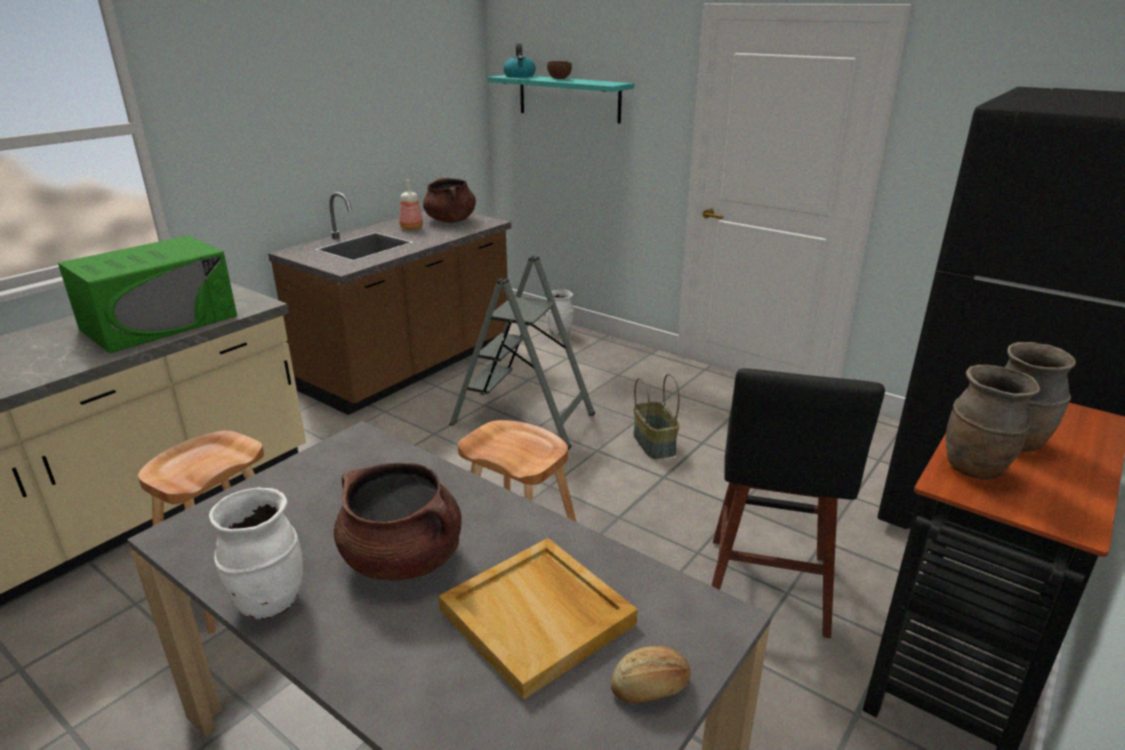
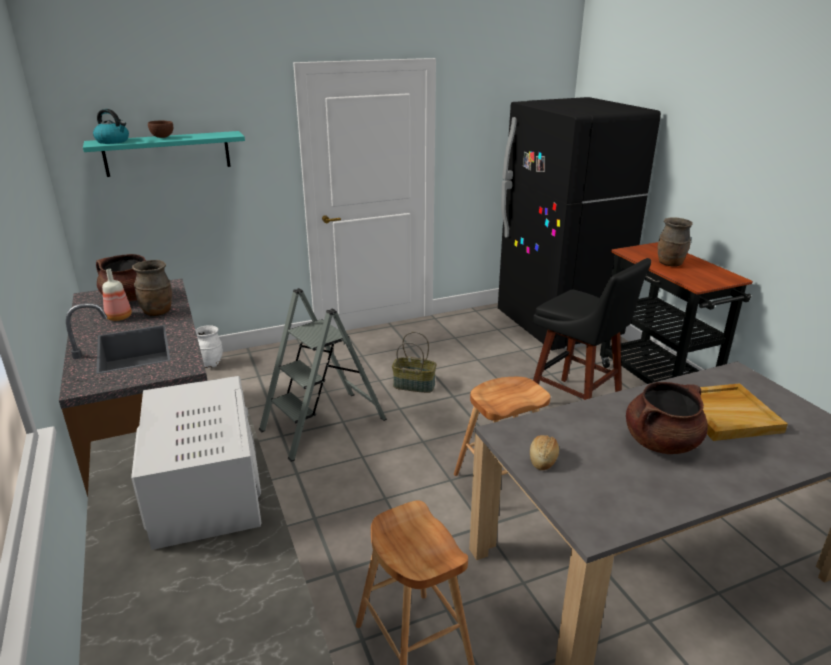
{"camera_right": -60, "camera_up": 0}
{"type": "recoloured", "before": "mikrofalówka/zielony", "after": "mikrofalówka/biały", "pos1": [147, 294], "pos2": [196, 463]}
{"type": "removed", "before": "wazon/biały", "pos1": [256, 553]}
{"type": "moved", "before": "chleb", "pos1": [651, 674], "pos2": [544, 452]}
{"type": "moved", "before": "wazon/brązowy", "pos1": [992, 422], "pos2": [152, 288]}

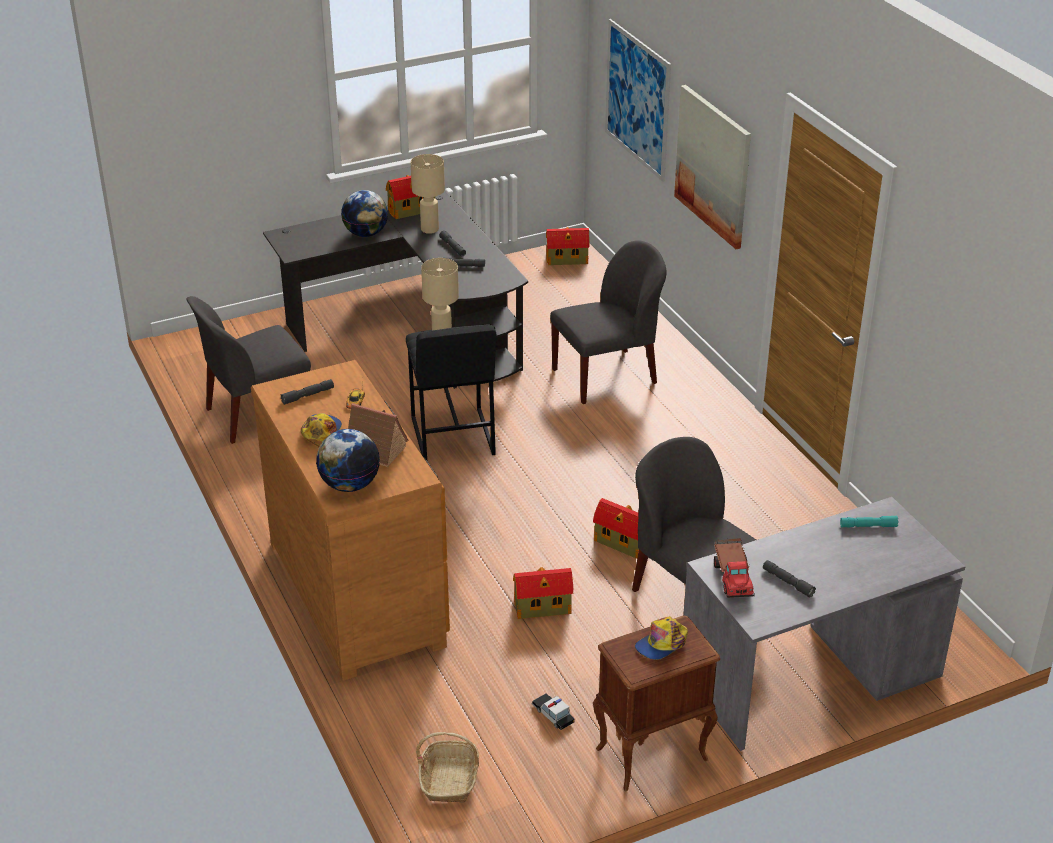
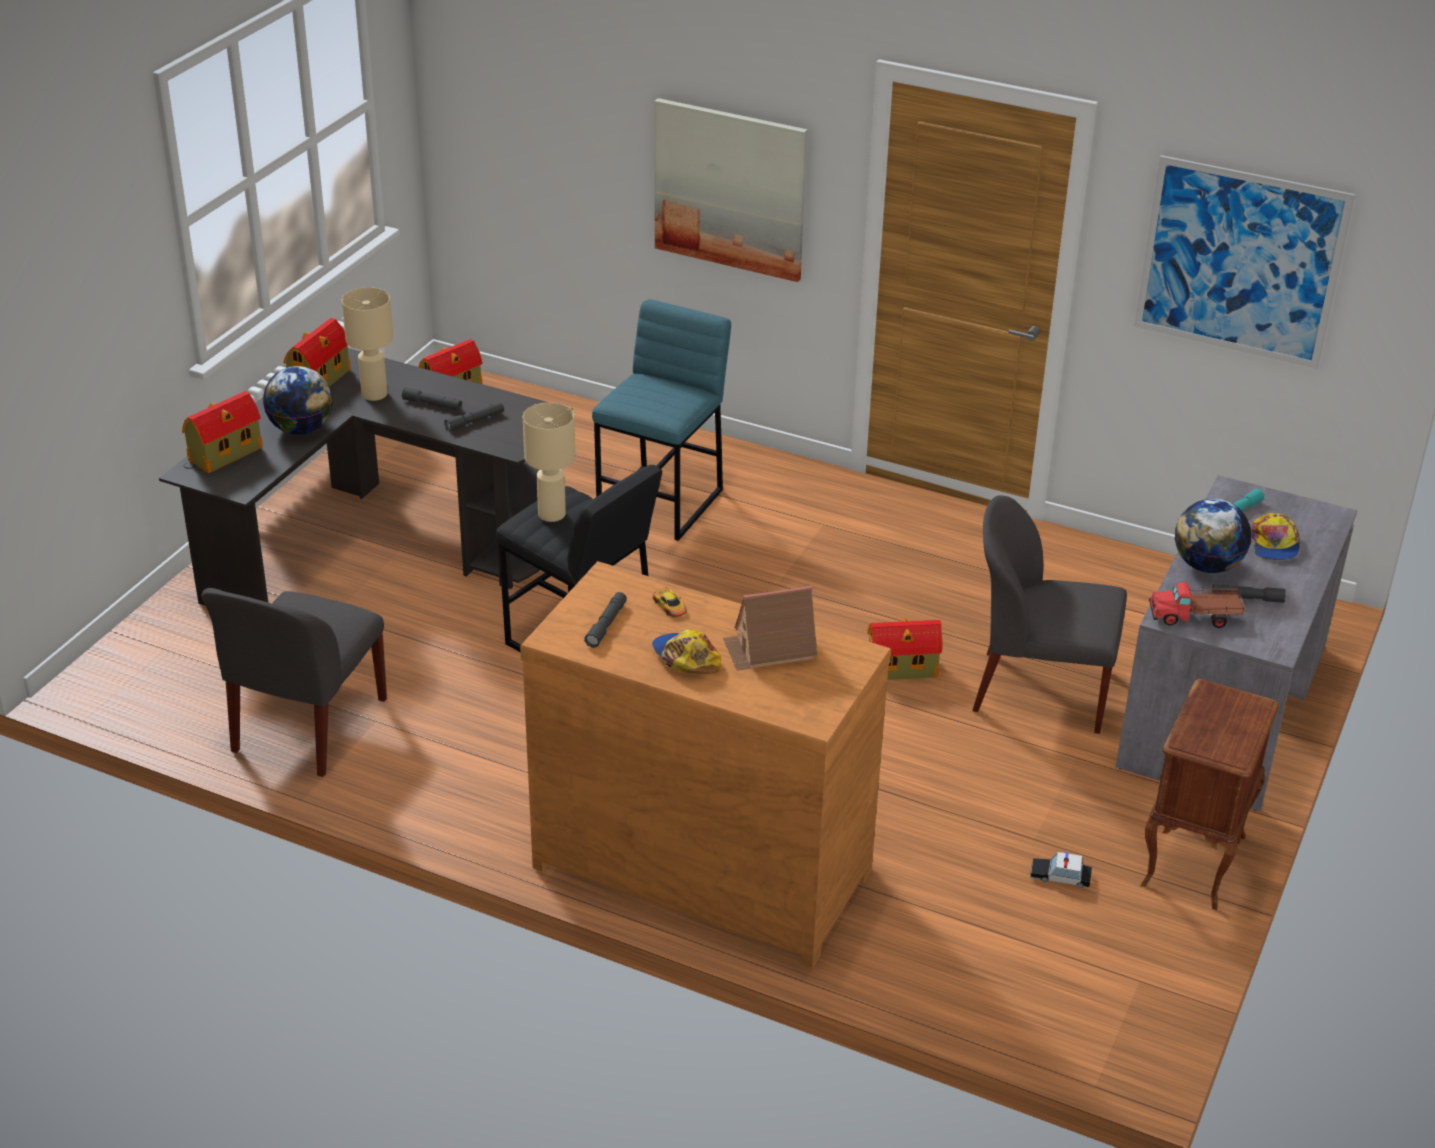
{"camera_right": -40, "camera_up": 0}
{"type": "moved", "before": "globus", "pos1": [348, 460], "pos2": [1213, 535]}
{"type": "removed", "before": "koszyk", "pos1": [447, 767]}
{"type": "moved", "before": "domek", "pos1": [543, 593], "pos2": [222, 432]}
{"type": "replaced", "before": "krzesło/szary", "after": "stołek/niebieski", "pos1": [608, 322], "pos2": [661, 420]}
{"type": "moved", "before": "obraz", "pos1": [638, 100], "pos2": [1244, 262]}
{"type": "moved", "before": "czapka z daszkiem", "pos1": [661, 638], "pos2": [1276, 536]}
{"type": "turned", "before": "ciężarówka zabawkowa", "pos1": [734, 568], "pos2": [1197, 605], "turn": 135}

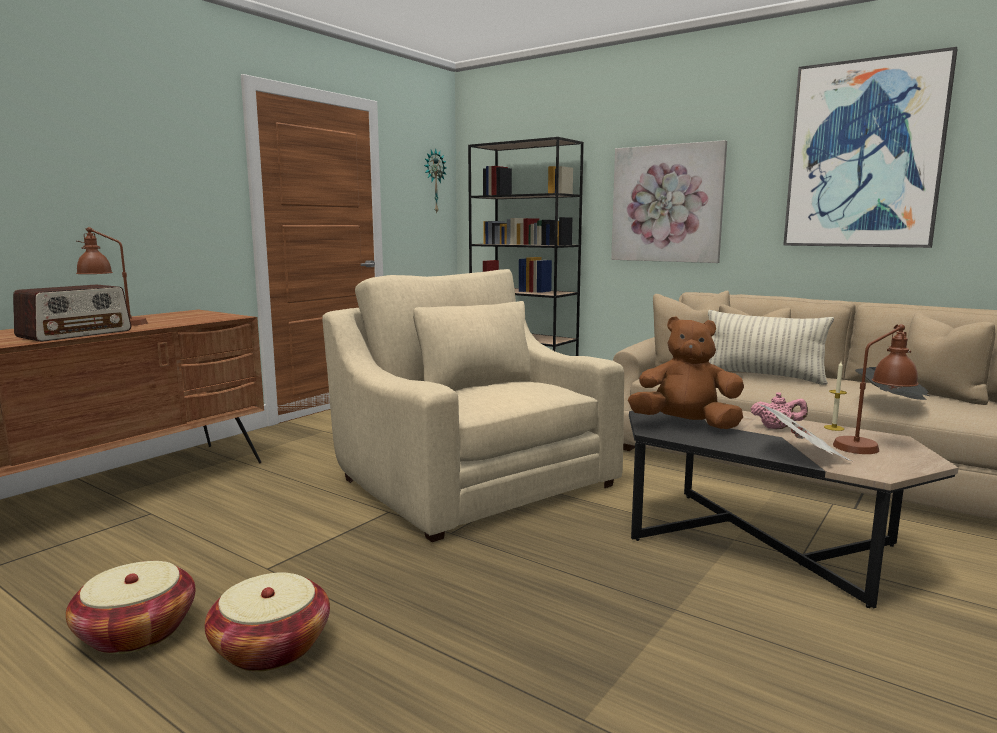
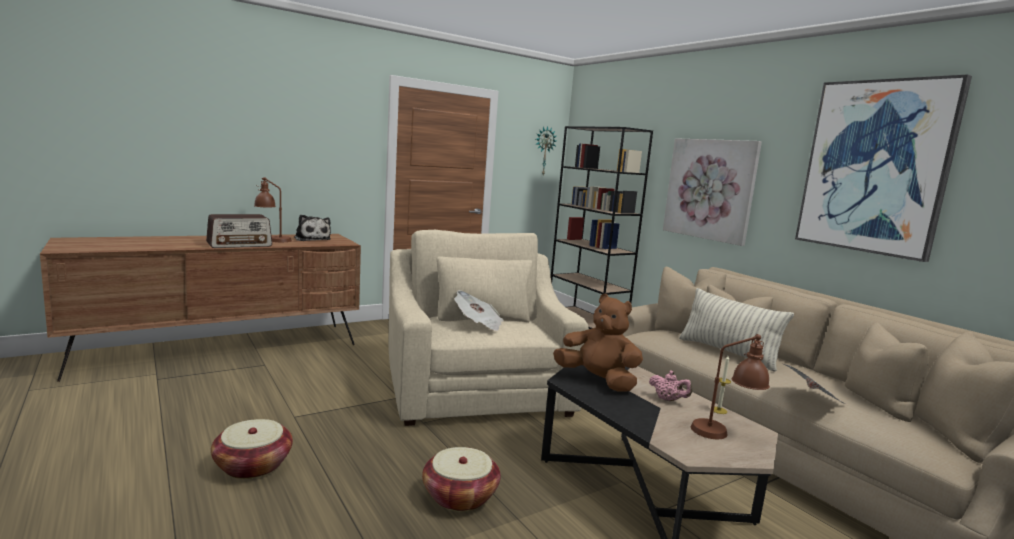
{"camera_right": 20, "camera_up": 0}
{"type": "moved", "before": "koszyk", "pos1": [130, 607], "pos2": [461, 479]}
{"type": "moved", "before": "gazeta", "pos1": [805, 432], "pos2": [478, 310]}
{"type": "added", "after": "pluszak", "pos2": [312, 227]}

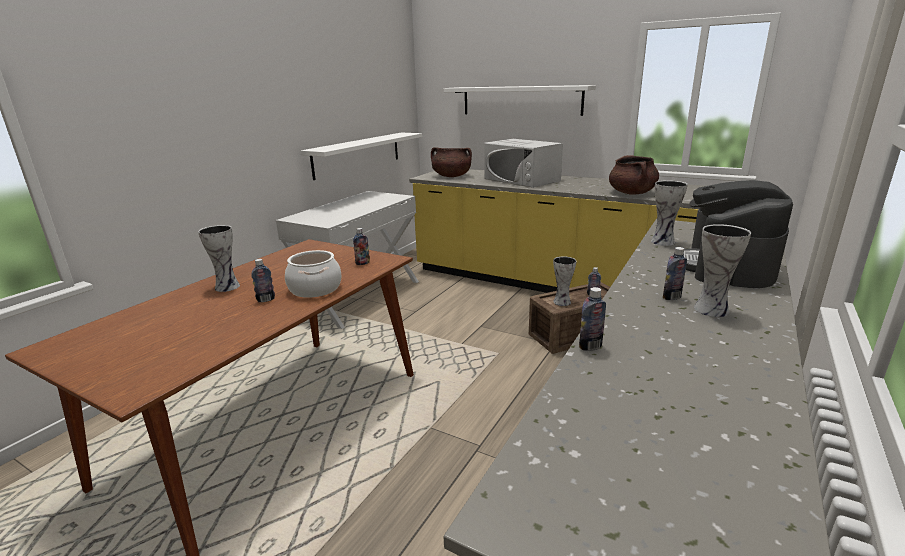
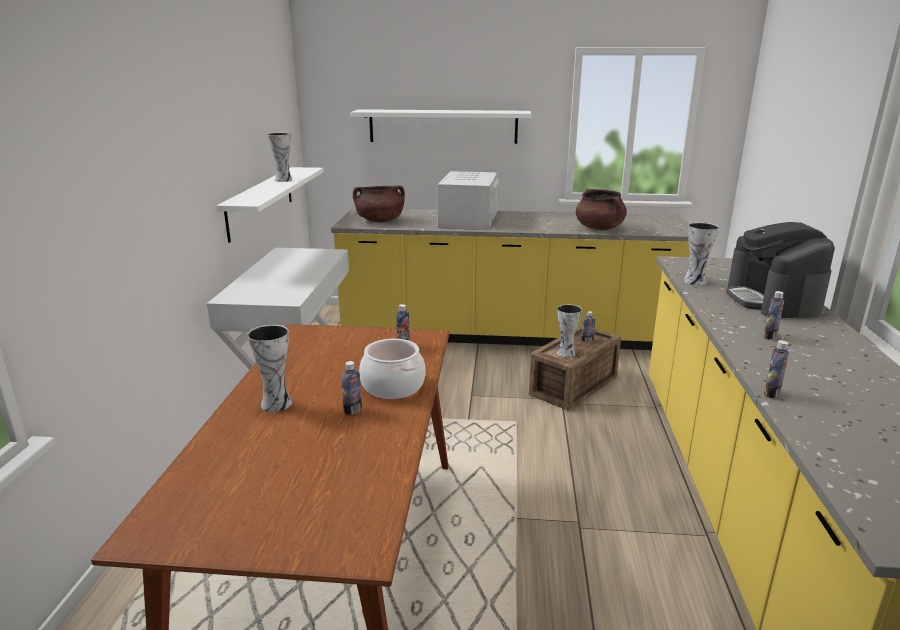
{"camera_right": -25, "camera_up": 0}
{"type": "turned", "before": "mikrofalówka/biały", "pos1": [523, 163], "pos2": [468, 200], "turn": 75}
{"type": "moved", "before": "wazon", "pos1": [722, 270], "pos2": [280, 157]}

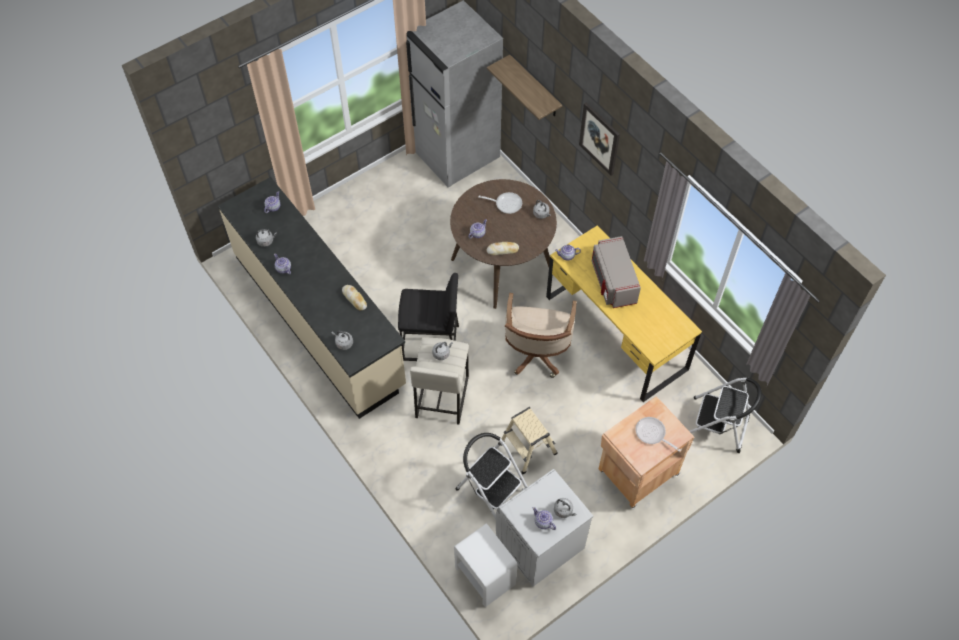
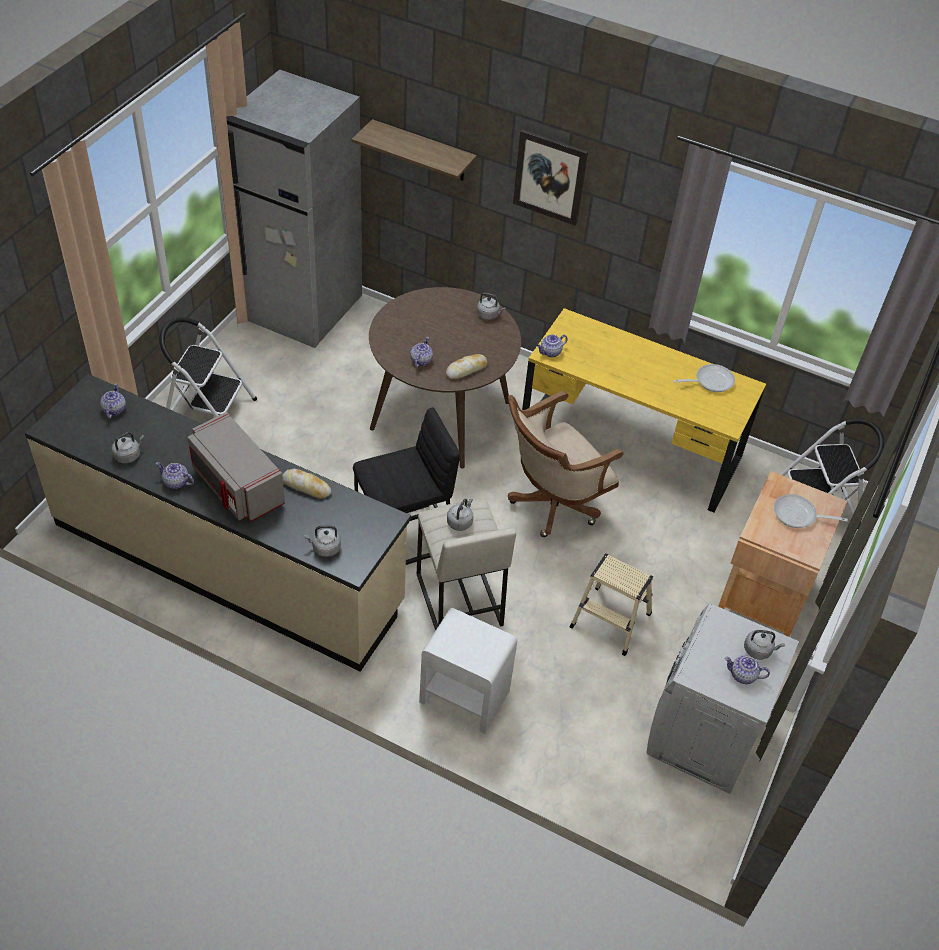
{"camera_right": -30, "camera_up": -10}
{"type": "moved", "before": "szafka nocna/biały", "pos1": [486, 565], "pos2": [468, 671]}
{"type": "moved", "before": "drabinka", "pos1": [492, 476], "pos2": [208, 367]}
{"type": "moved", "before": "patelnia", "pos1": [500, 203], "pos2": [704, 378]}
{"type": "turned", "before": "krzesło biurowe", "pos1": [541, 335], "pos2": [565, 464], "turn": 75}
{"type": "moved", "before": "mikrofalówka/szary", "pos1": [616, 272], "pos2": [236, 467]}

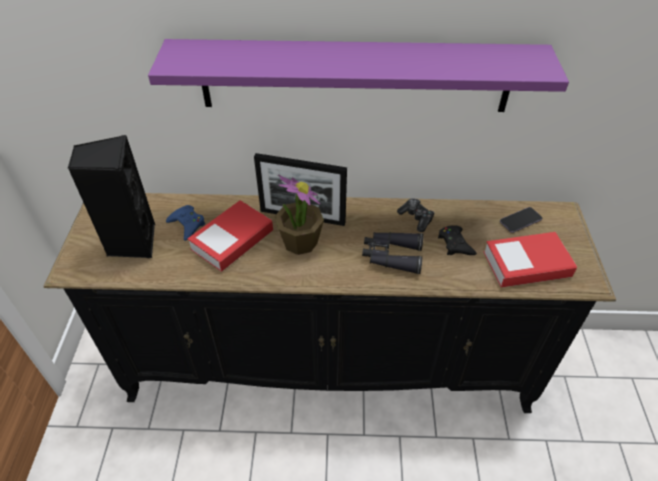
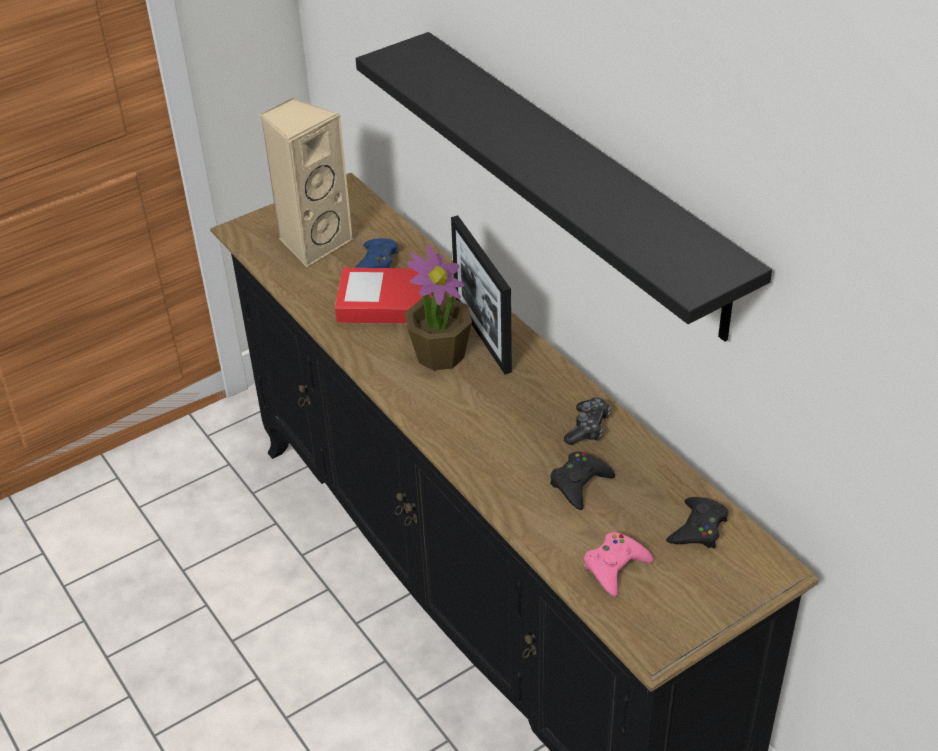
{"camera_right": 55, "camera_up": -5}
{"type": "recoloured", "before": "głośnik/czarny", "after": "głośnik/beżowy", "pos1": [111, 196], "pos2": [306, 182]}
{"type": "recoloured", "before": "półka/fioletowy", "after": "półka/czarny", "pos1": [358, 75], "pos2": [564, 187]}
{"type": "removed", "before": "lornetka/czarny", "pos1": [393, 253]}
{"type": "replaced", "before": "książka", "after": "pad do gier/różowy", "pos1": [530, 259], "pos2": [619, 564]}
{"type": "replaced", "before": "telefon", "after": "pad do gier/czarny", "pos1": [521, 220], "pos2": [697, 523]}

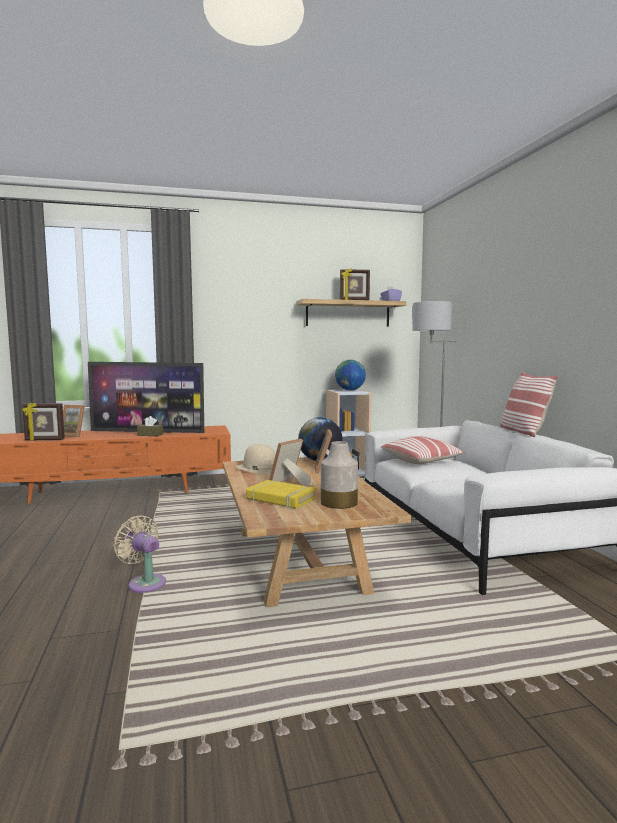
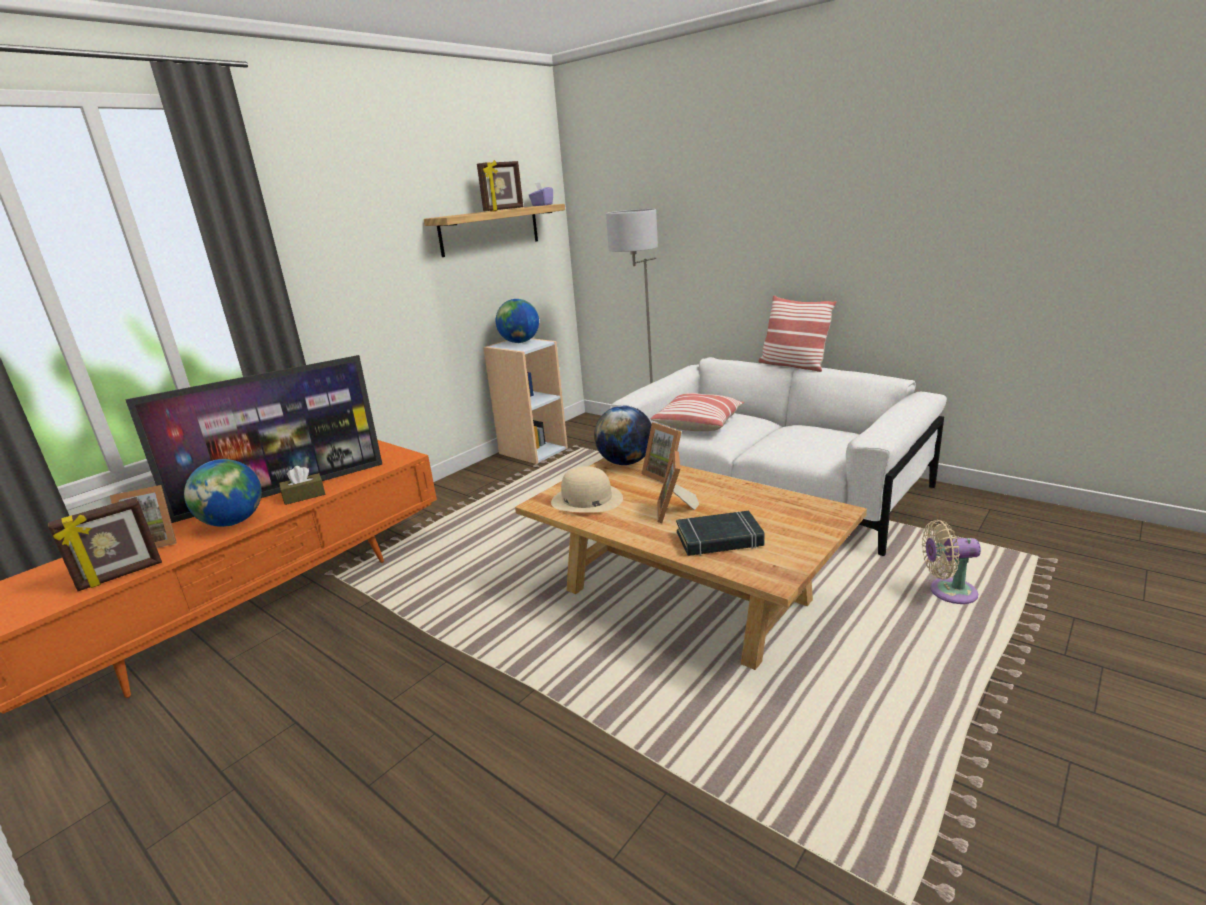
{"camera_right": -35, "camera_up": 15}
{"type": "moved", "before": "wentylator/beżowy", "pos1": [139, 554], "pos2": [951, 562]}
{"type": "recoloured", "before": "książka/żółty", "after": "książka/czarny", "pos1": [281, 494], "pos2": [720, 533]}
{"type": "removed", "before": "wazon/beżowy", "pos1": [339, 475]}
{"type": "added", "after": "globus", "pos2": [223, 493]}

